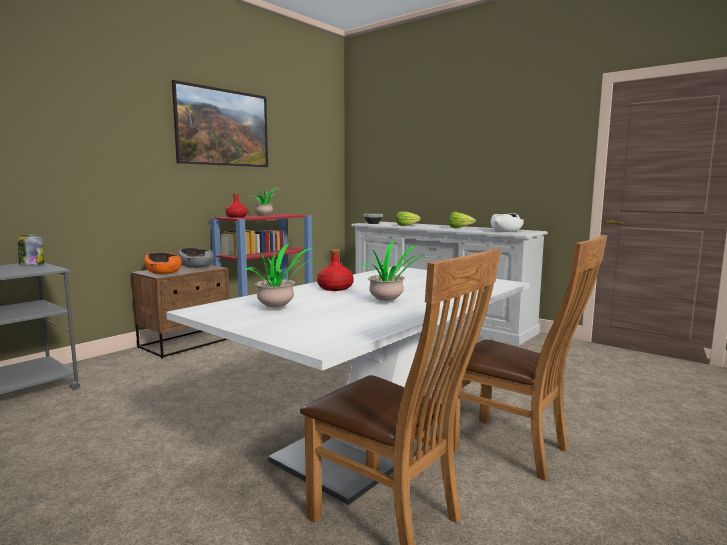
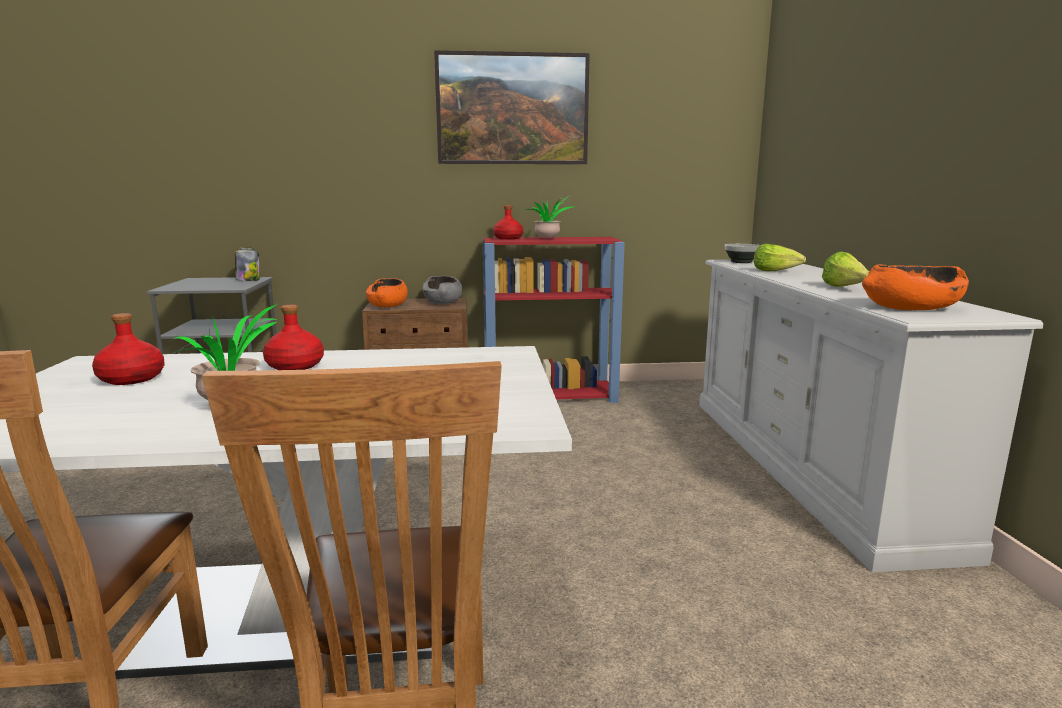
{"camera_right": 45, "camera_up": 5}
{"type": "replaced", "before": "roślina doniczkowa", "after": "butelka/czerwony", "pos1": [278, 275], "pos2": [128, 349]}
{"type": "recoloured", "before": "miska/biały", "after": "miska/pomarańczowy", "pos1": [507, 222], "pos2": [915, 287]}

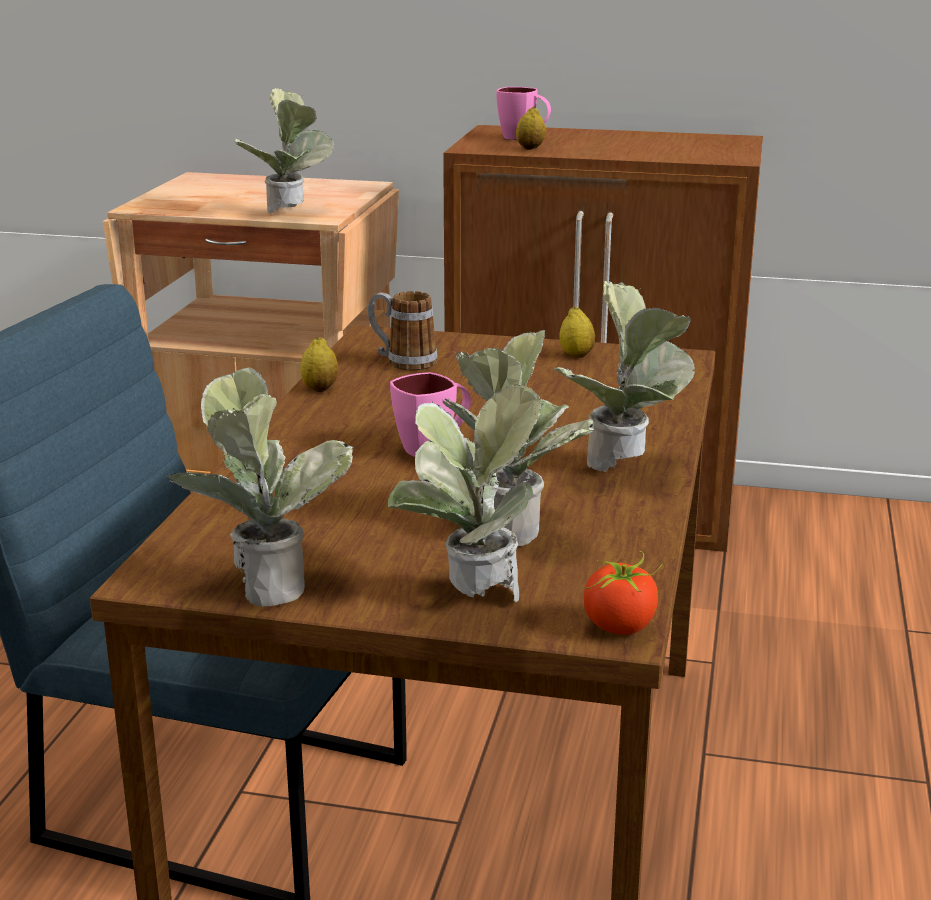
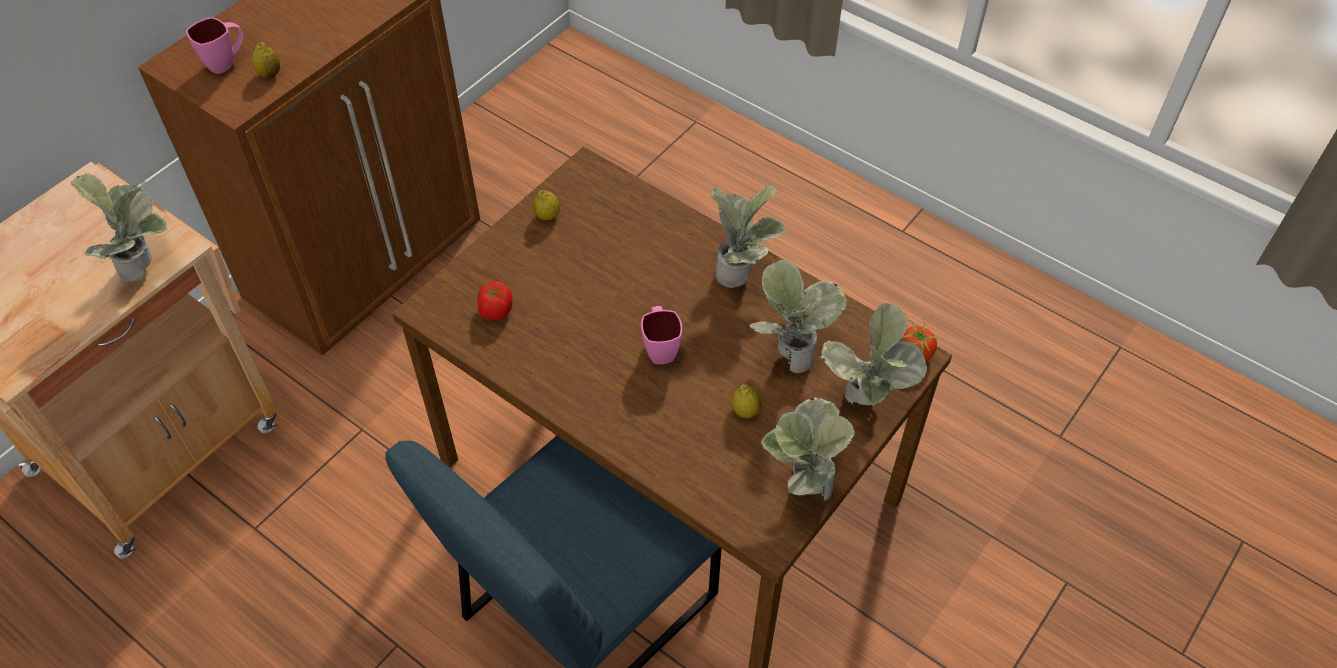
{"camera_right": -65, "camera_up": 30}
{"type": "moved", "before": "cytryna", "pos1": [319, 364], "pos2": [746, 401]}
{"type": "replaced", "before": "kubek", "after": "pomidor", "pos1": [402, 331], "pos2": [494, 300]}

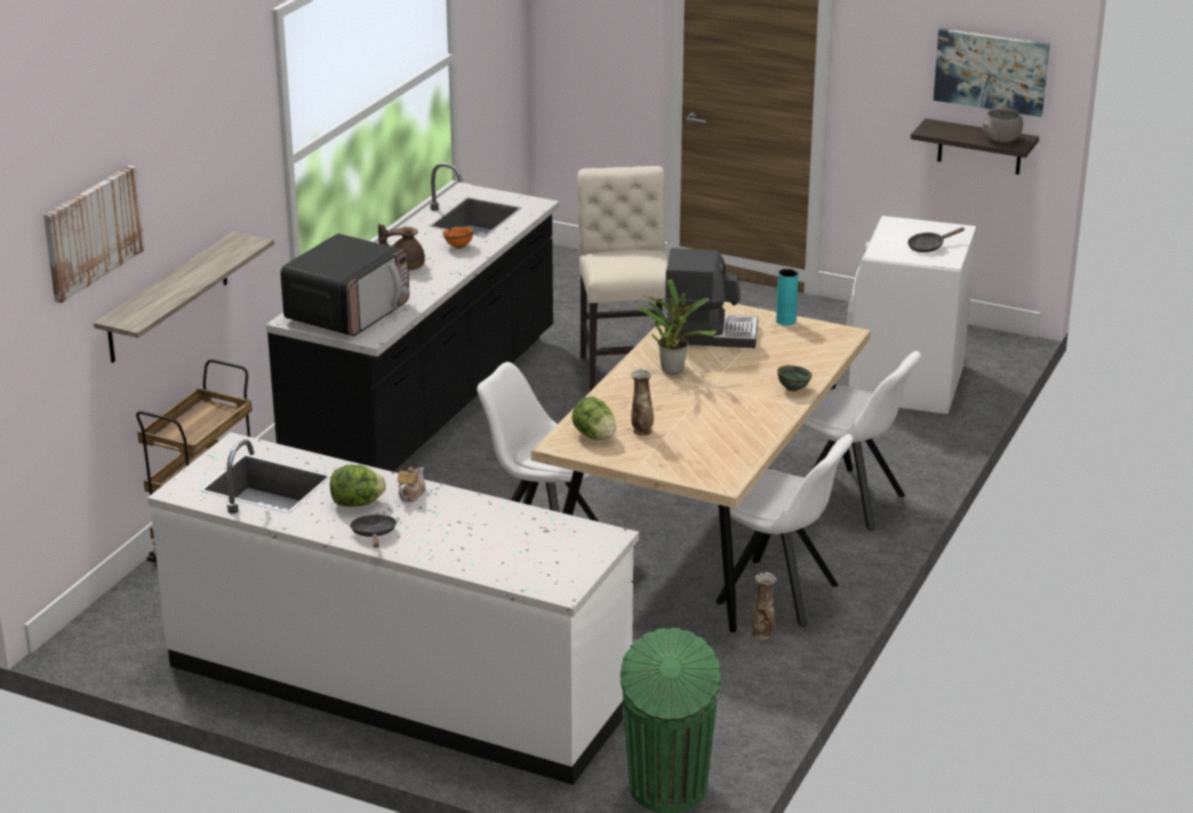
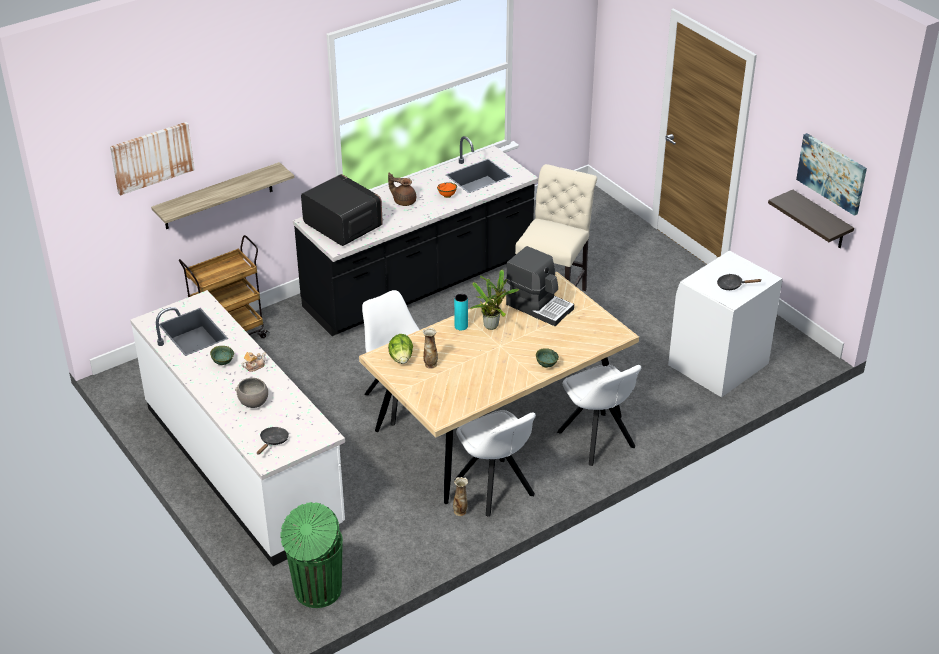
{"camera_right": 30, "camera_up": 10}
{"type": "turned", "before": "mikrofalówka", "pos1": [344, 285], "pos2": [342, 210], "turn": -105}
{"type": "replaced", "before": "sałata", "after": "miska/zielony", "pos1": [358, 485], "pos2": [222, 355]}
{"type": "moved", "before": "patelnia/czarny", "pos1": [373, 531], "pos2": [273, 441]}
{"type": "moved", "before": "wazon/turkusowy", "pos1": [787, 297], "pos2": [461, 312]}
{"type": "moved", "before": "miska/szary", "pos1": [1002, 126], "pos2": [251, 393]}

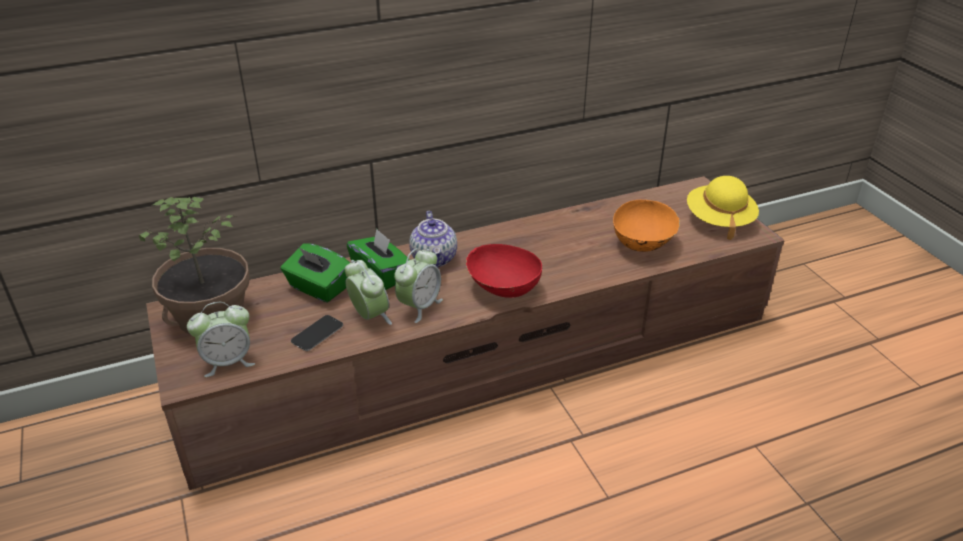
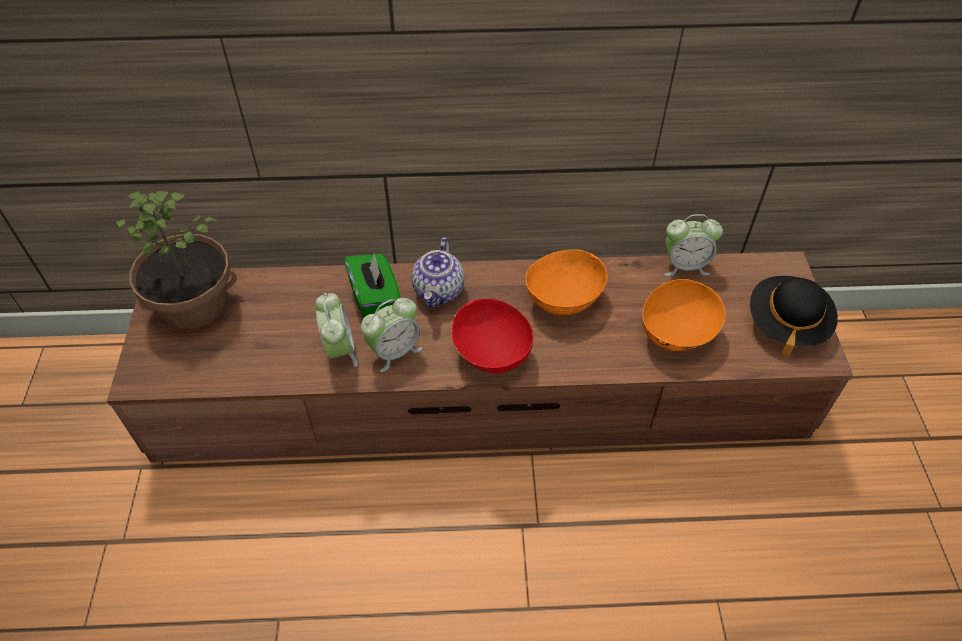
{"camera_right": 20, "camera_up": 15}
{"type": "moved", "before": "budzik", "pos1": [221, 339], "pos2": [693, 245]}
{"type": "removed", "before": "pudełko chusteczek/zielony", "pos1": [315, 272]}
{"type": "removed", "before": "telefon", "pos1": [317, 333]}
{"type": "recoloured", "before": "kapelusz/żółty", "after": "kapelusz/czarny", "pos1": [723, 208], "pos2": [794, 316]}
{"type": "added", "after": "miska/pomarańczowy", "pos2": [566, 282]}

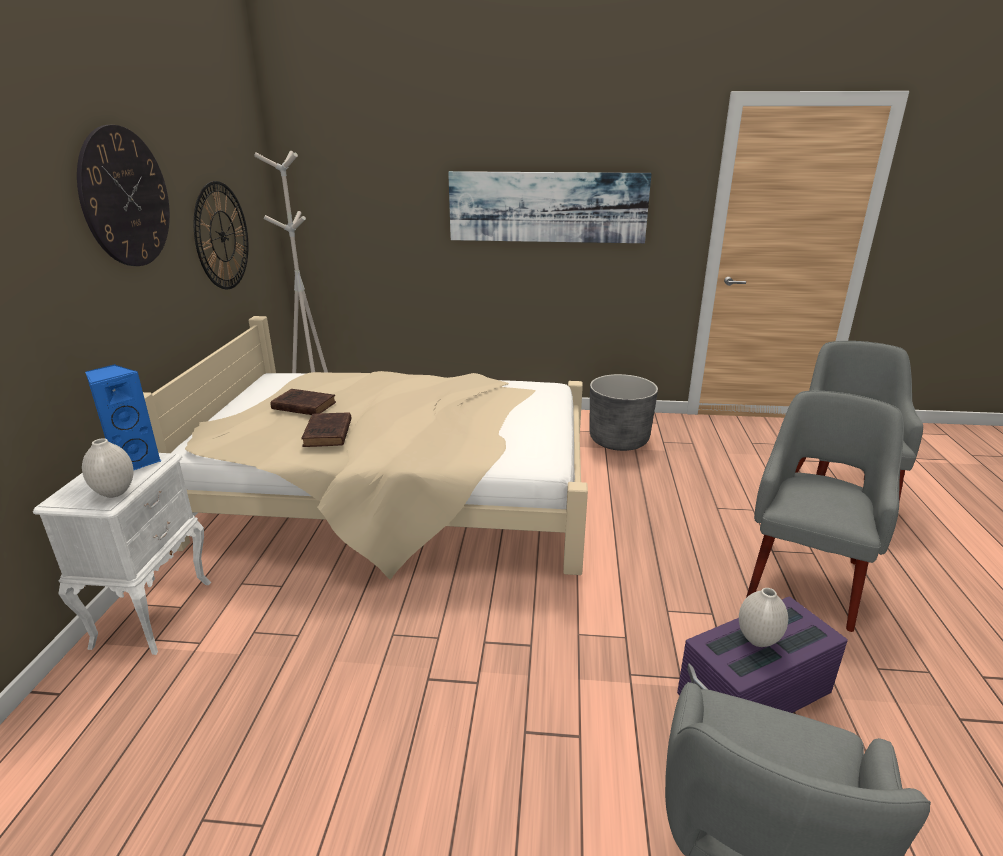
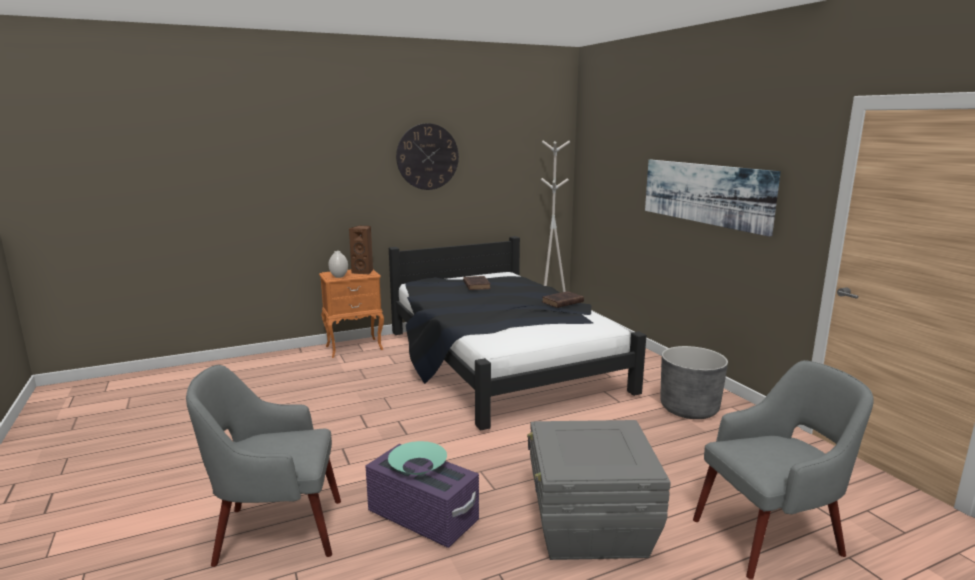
{"camera_right": 60, "camera_up": -10}
{"type": "recoloured", "before": "szafka nocna/biały", "after": "szafka nocna/pomarańczowy", "pos1": [122, 554], "pos2": [351, 313]}
{"type": "recoloured", "before": "głośnik/niebieski", "after": "głośnik/brązowy", "pos1": [123, 417], "pos2": [361, 250]}
{"type": "recoloured", "before": "łóżko/beżowy", "after": "łóżko/czarny", "pos1": [365, 448], "pos2": [517, 333]}
{"type": "removed", "before": "zegar ścienny", "pos1": [221, 235]}
{"type": "moved", "before": "książka/brązowy", "pos1": [326, 429], "pos2": [563, 299]}
{"type": "replaced", "before": "wazon/biały", "after": "miska/turkusowy", "pos1": [763, 617], "pos2": [417, 458]}
{"type": "replaced", "before": "fotel/szary", "after": "pojemnik do przechowywania/szary", "pos1": [825, 511], "pos2": [599, 490]}

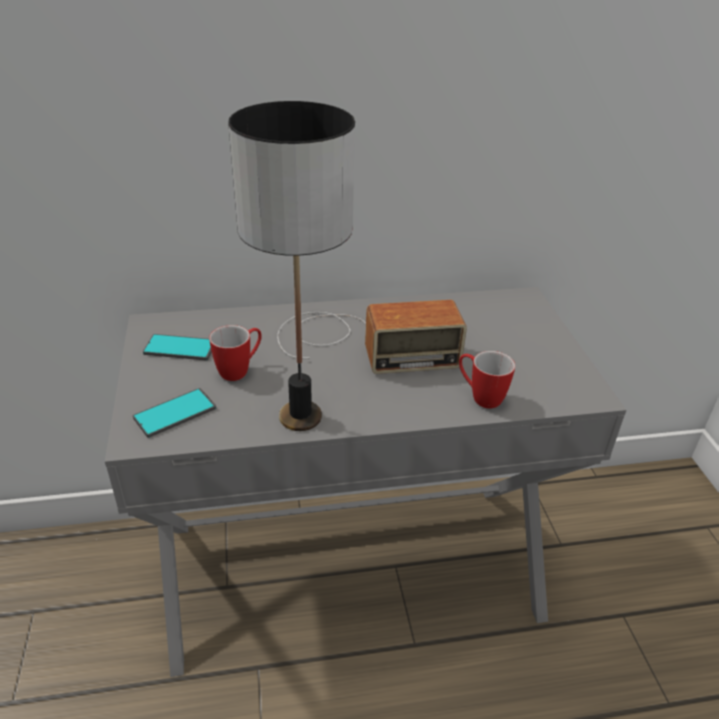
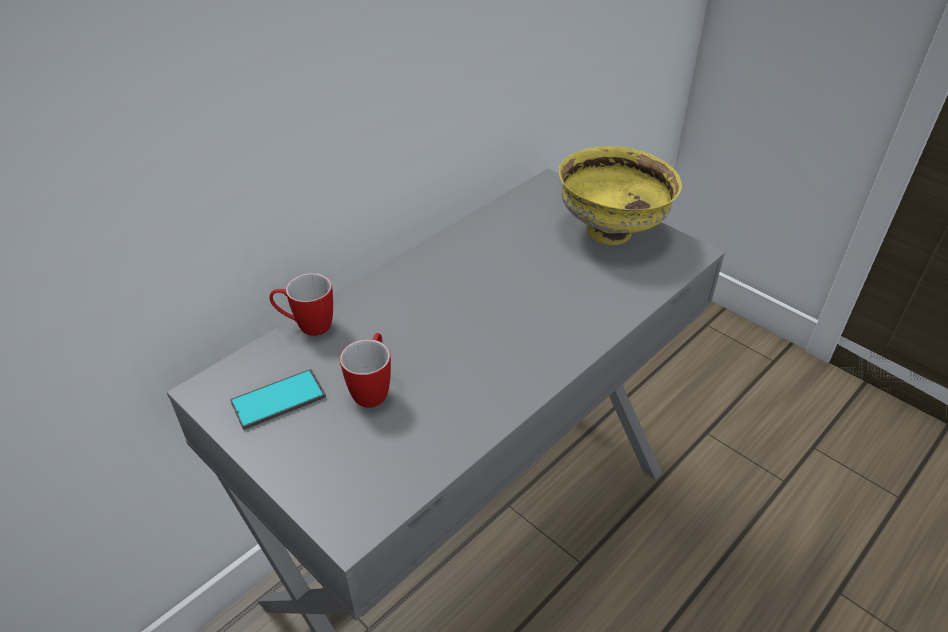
{"camera_right": -35, "camera_up": 5}
{"type": "removed", "before": "telefon", "pos1": [174, 413]}
{"type": "removed", "before": "lampa stołowa", "pos1": [292, 266]}
{"type": "removed", "before": "radio", "pos1": [372, 337]}
{"type": "moved", "before": "kubek", "pos1": [487, 380], "pos2": [301, 304]}
{"type": "added", "after": "miska/żółty", "pos2": [620, 195]}

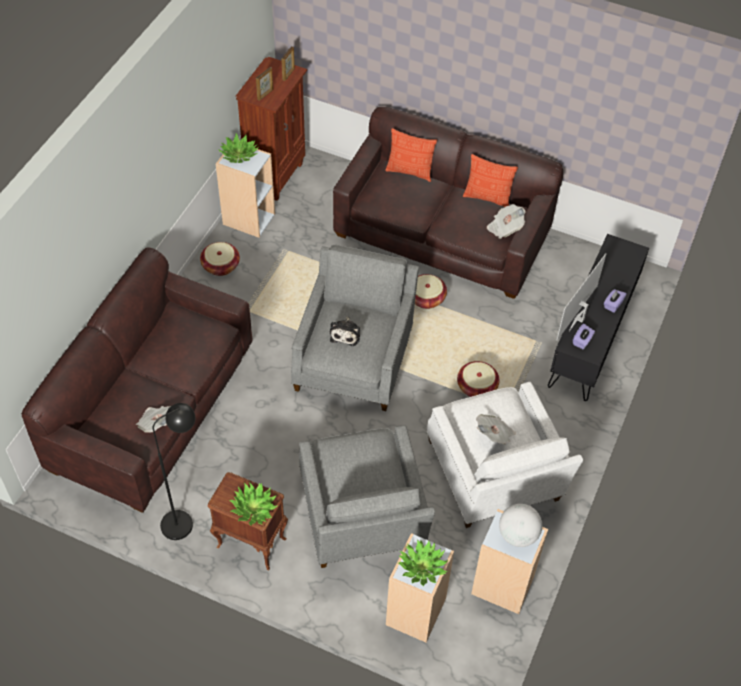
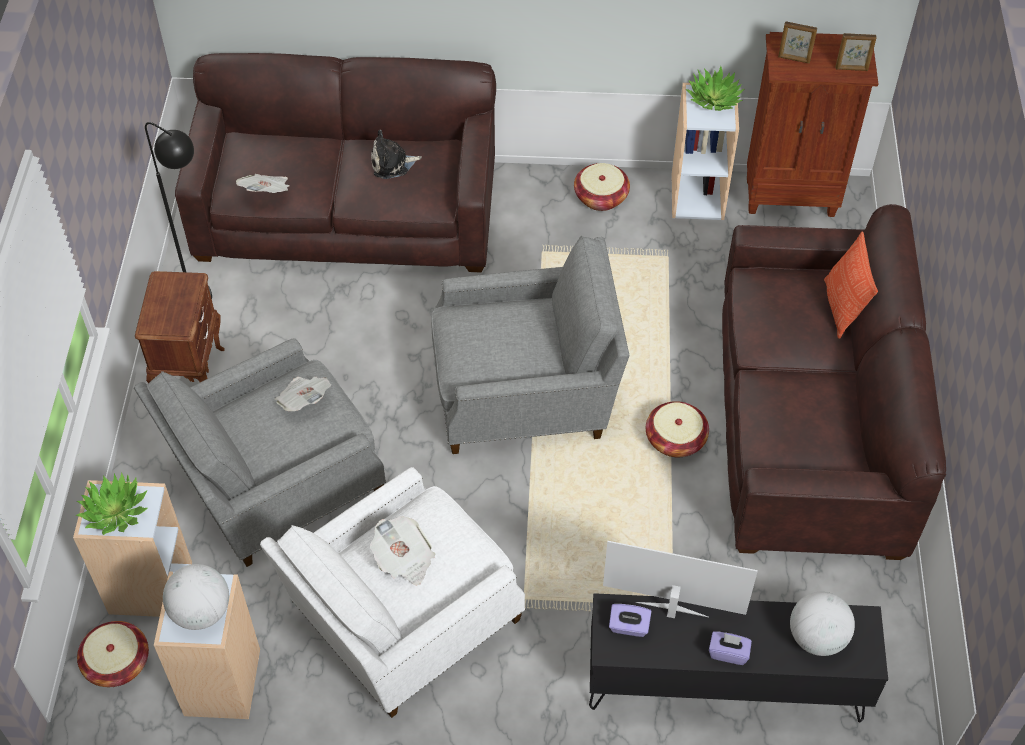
{"camera_right": 70, "camera_up": 0}
{"type": "removed", "before": "roślina doniczkowa", "pos1": [253, 504]}
{"type": "moved", "before": "pluszak", "pos1": [345, 331], "pos2": [396, 154]}
{"type": "moved", "before": "koszyk", "pos1": [478, 379], "pos2": [113, 654]}
{"type": "removed", "before": "poduszka/pomarańczowy", "pos1": [490, 180]}
{"type": "moved", "before": "gazeta", "pos1": [506, 221], "pos2": [303, 394]}
{"type": "added", "after": "globus", "pos2": [822, 624]}

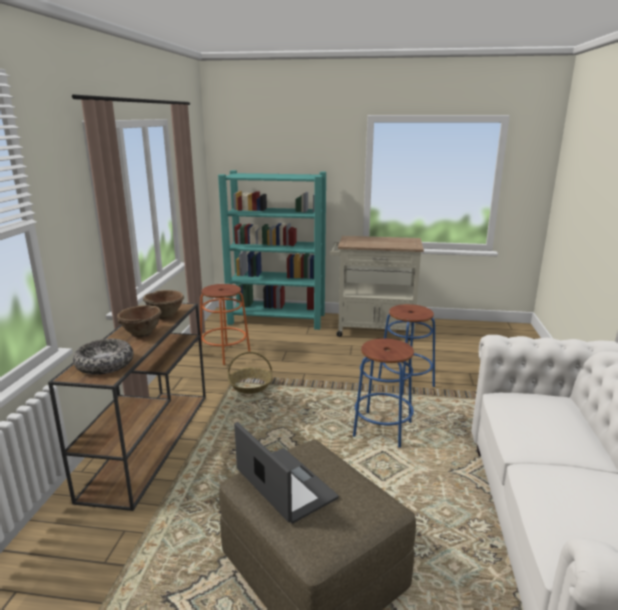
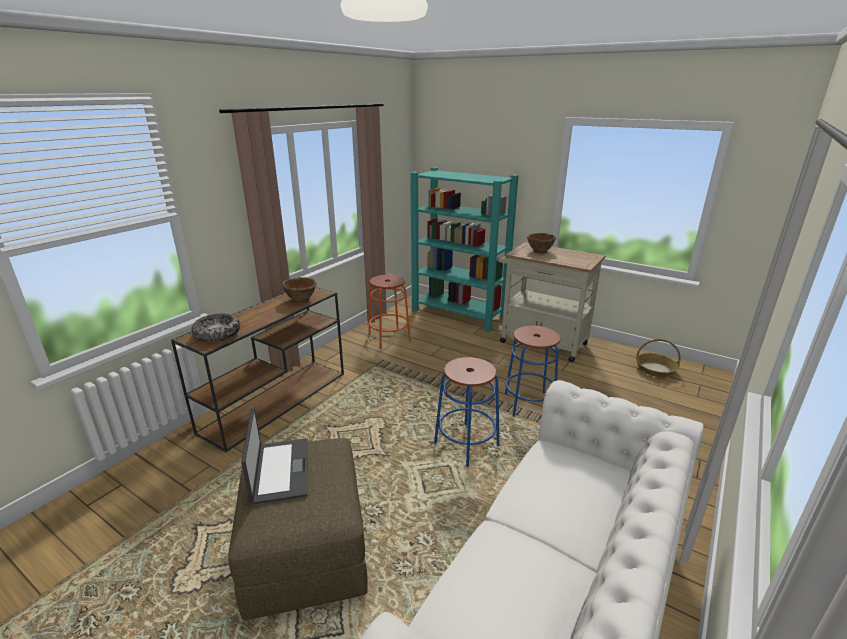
{"camera_right": 25, "camera_up": 5}
{"type": "moved", "before": "miska/brązowy", "pos1": [139, 321], "pos2": [541, 243]}
{"type": "moved", "before": "koszyk", "pos1": [250, 373], "pos2": [658, 358]}

